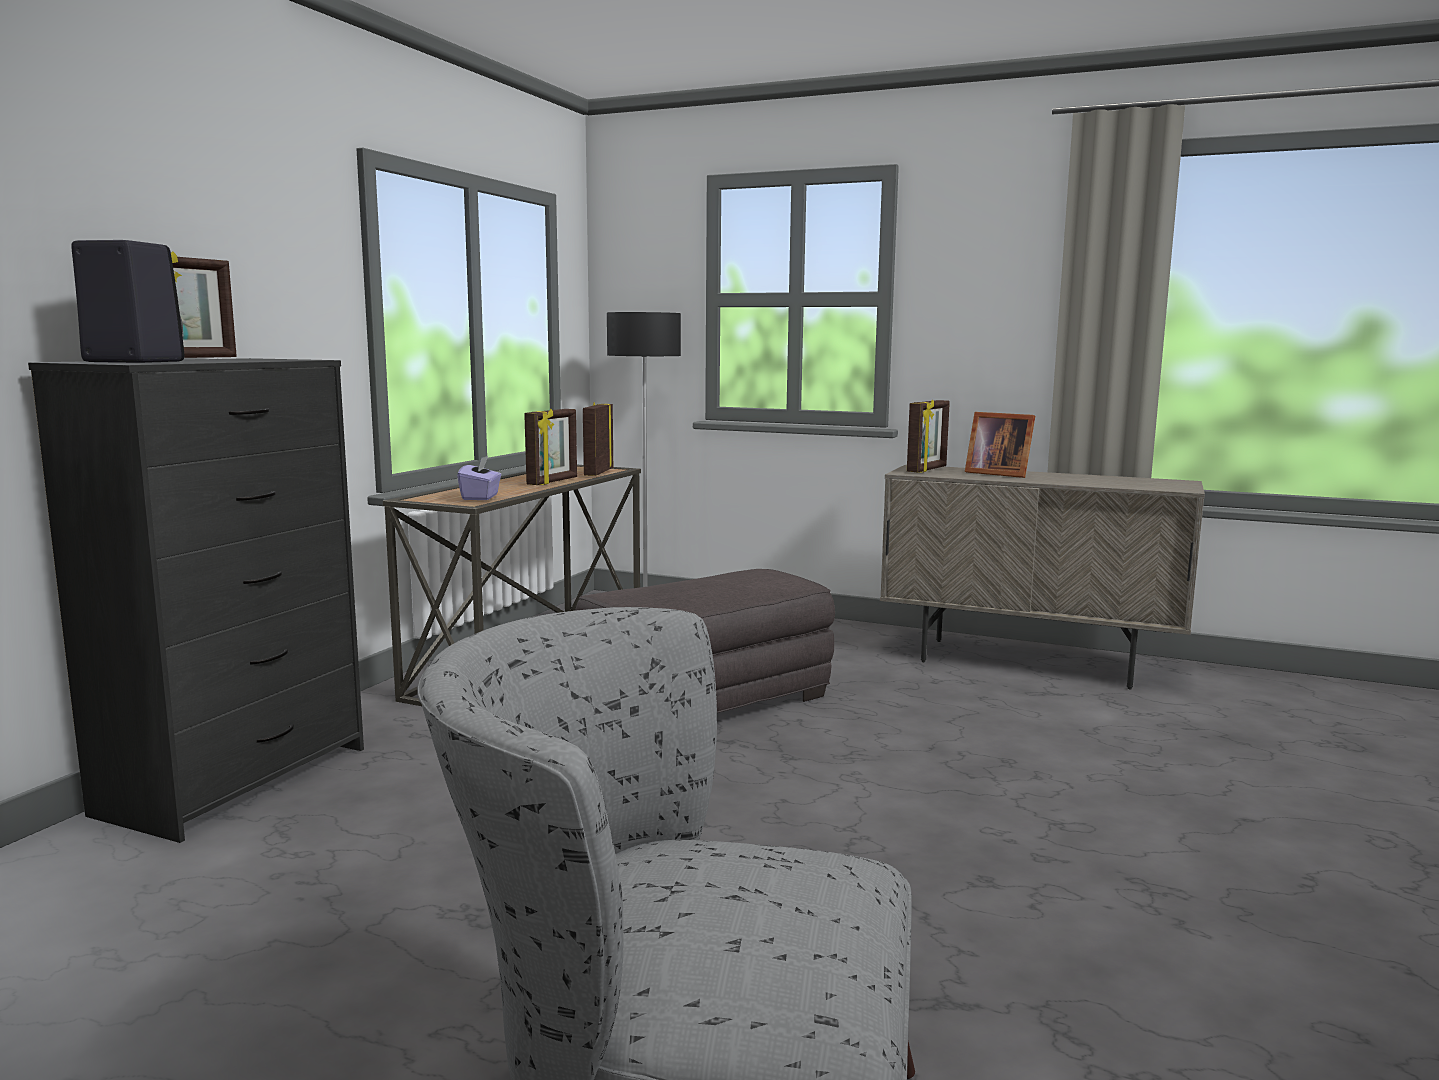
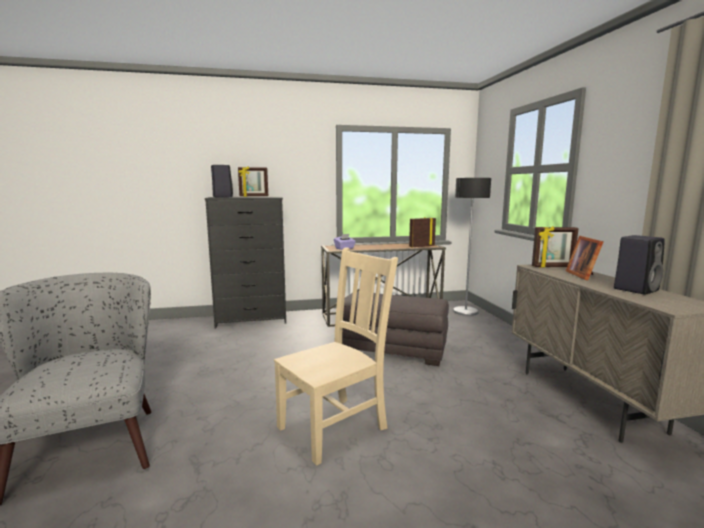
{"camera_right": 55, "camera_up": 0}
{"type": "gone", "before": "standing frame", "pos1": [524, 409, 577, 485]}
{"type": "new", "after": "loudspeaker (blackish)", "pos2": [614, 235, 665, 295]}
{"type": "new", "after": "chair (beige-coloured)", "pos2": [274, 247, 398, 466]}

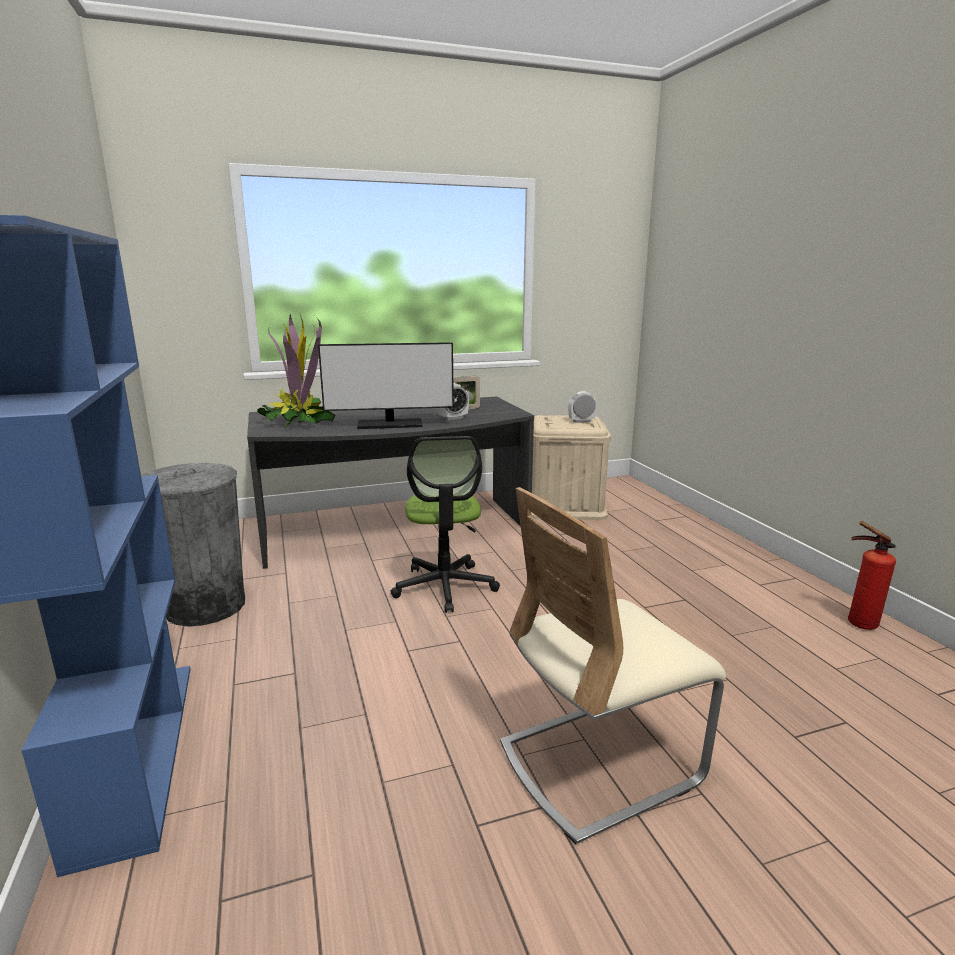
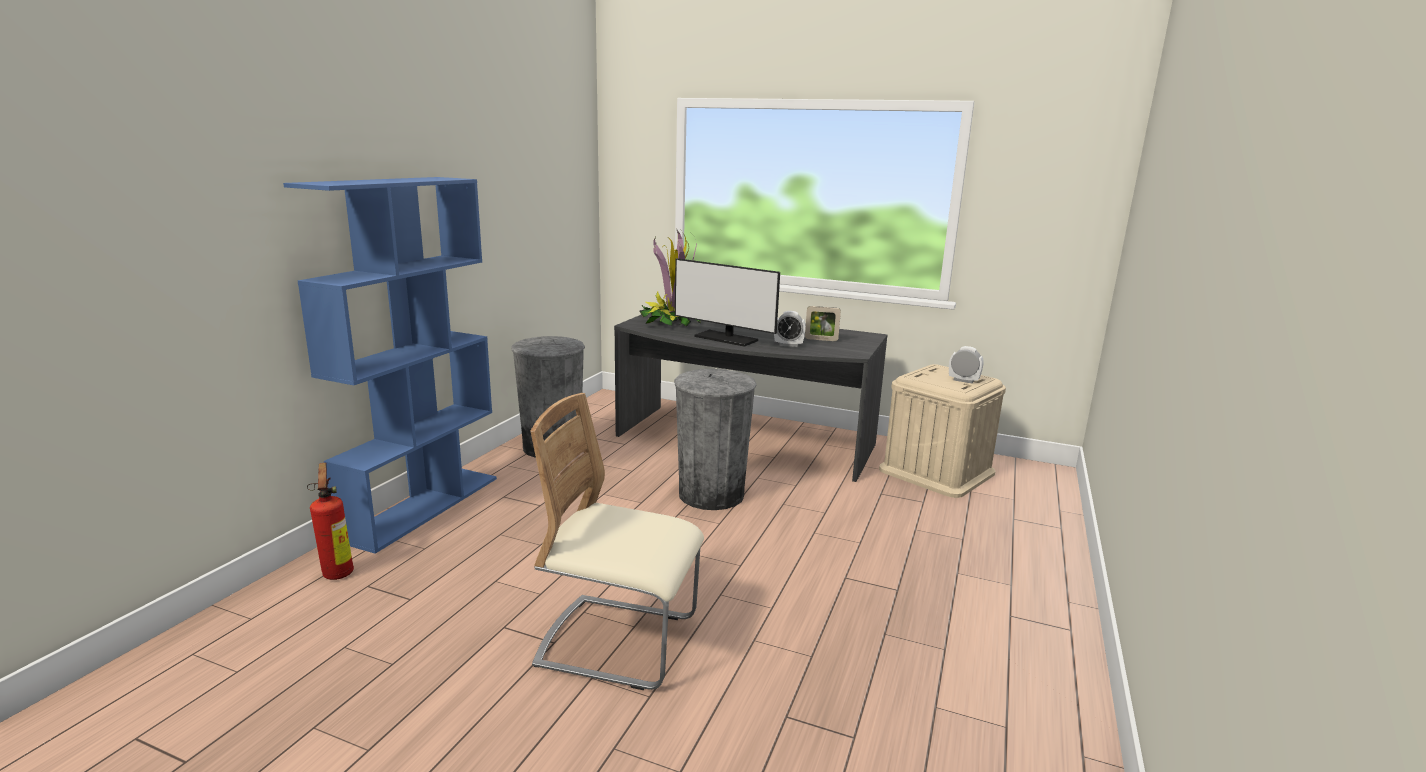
{"camera_right": 40, "camera_up": 0}
{"type": "swapped", "before": "computer chair", "after": "trash can (gray)", "pos1": [391, 436, 500, 613], "pos2": [674, 369, 757, 510]}
{"type": "shifted", "before": "extinguisher", "pos1": [848, 521, 896, 630], "pos2": [307, 462, 354, 580]}

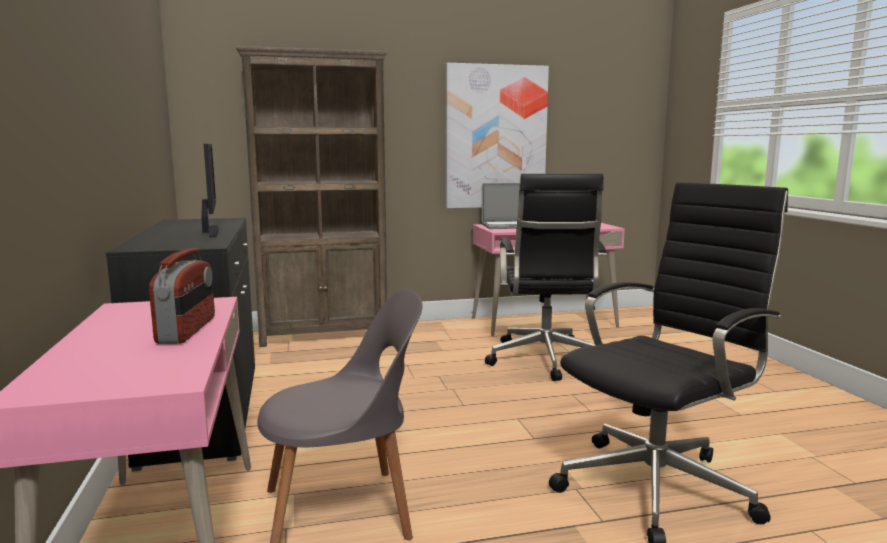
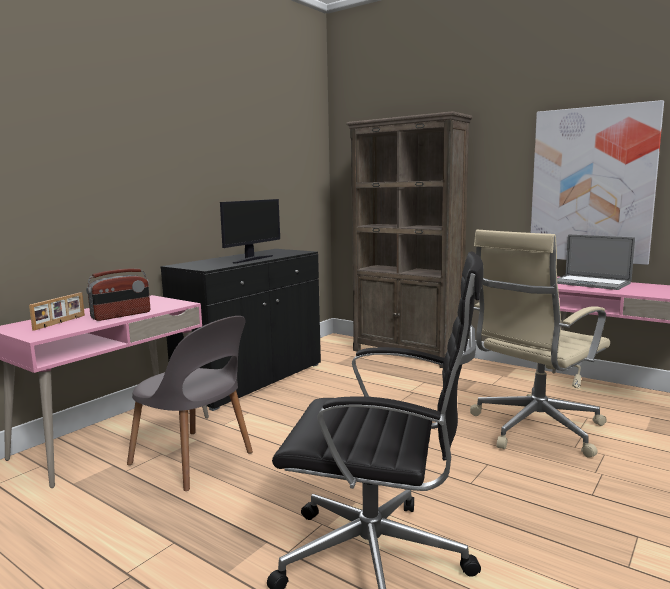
{"camera_right": 50, "camera_up": 0}
{"type": "repainted", "before": "computer chair (blackish)", "after": "computer chair (beige-coloured)", "pos1": [485, 174, 607, 381], "pos2": [470, 230, 610, 458]}
{"type": "new", "after": "standing frame", "pos2": [29, 292, 85, 331]}

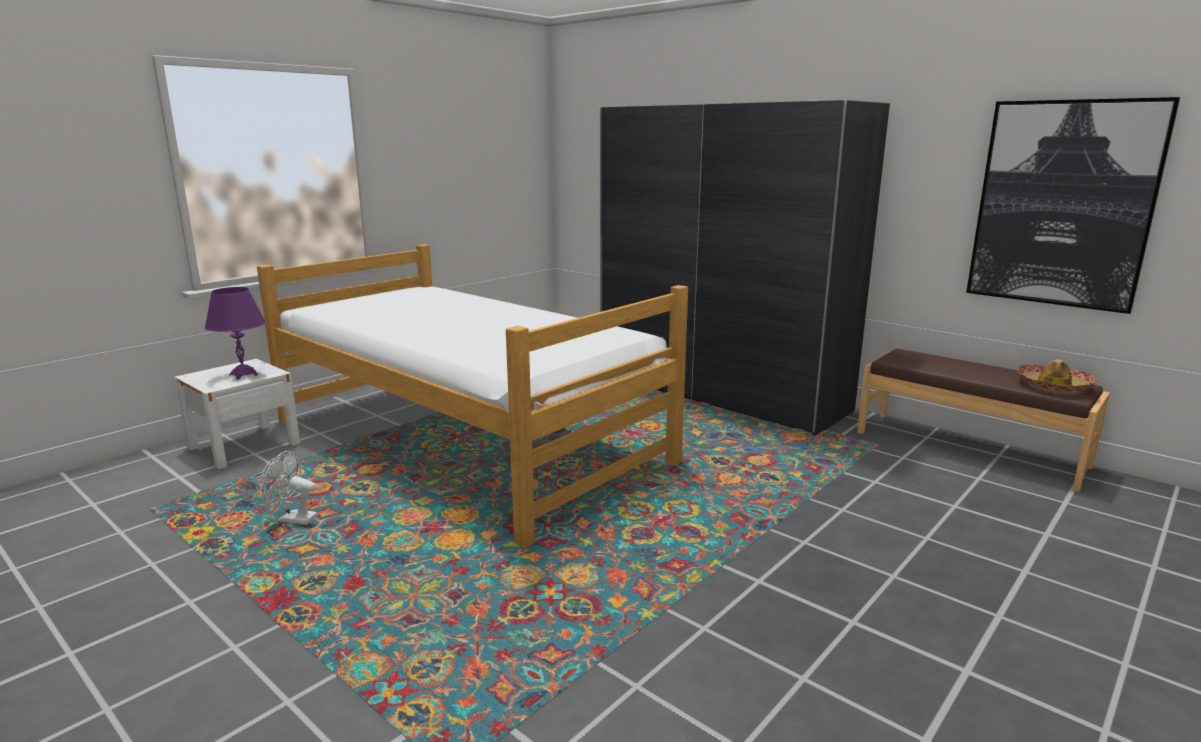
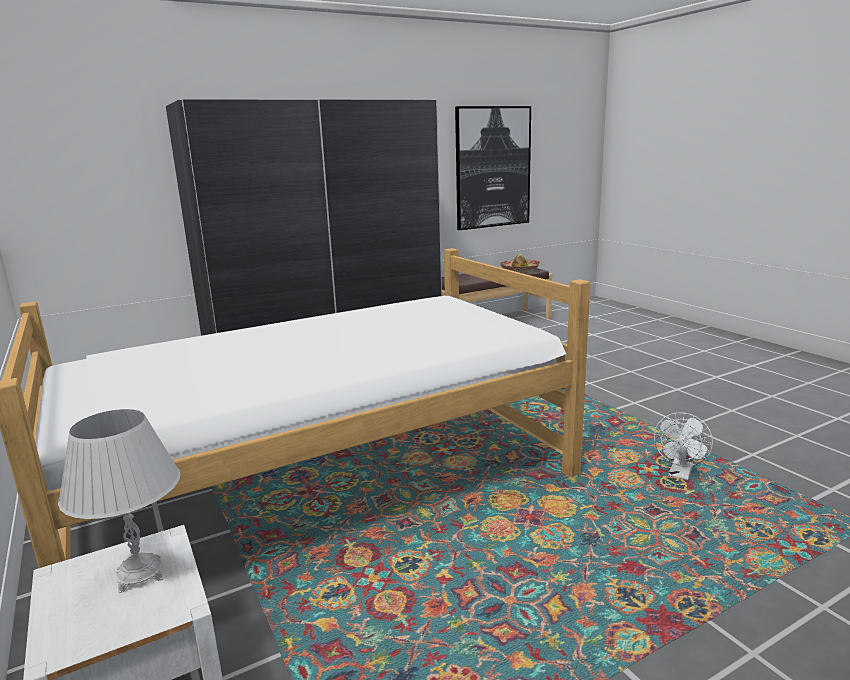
{"camera_right": -70, "camera_up": 0}
{"type": "repainted", "before": "tabletop lamp (purple-coloured)", "after": "tabletop lamp (white-coloured)", "pos1": [205, 287, 266, 380], "pos2": [58, 409, 180, 593]}
{"type": "shifted", "before": "electric fan (white-coloured)", "pos1": [260, 451, 318, 525], "pos2": [654, 412, 713, 480]}

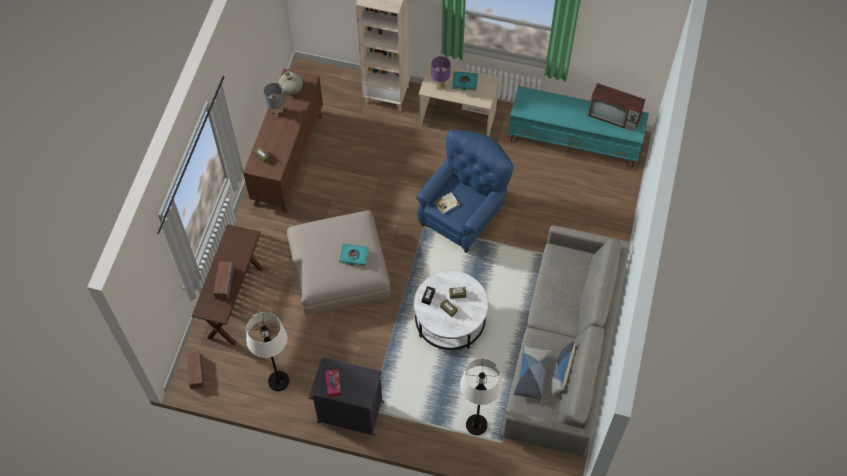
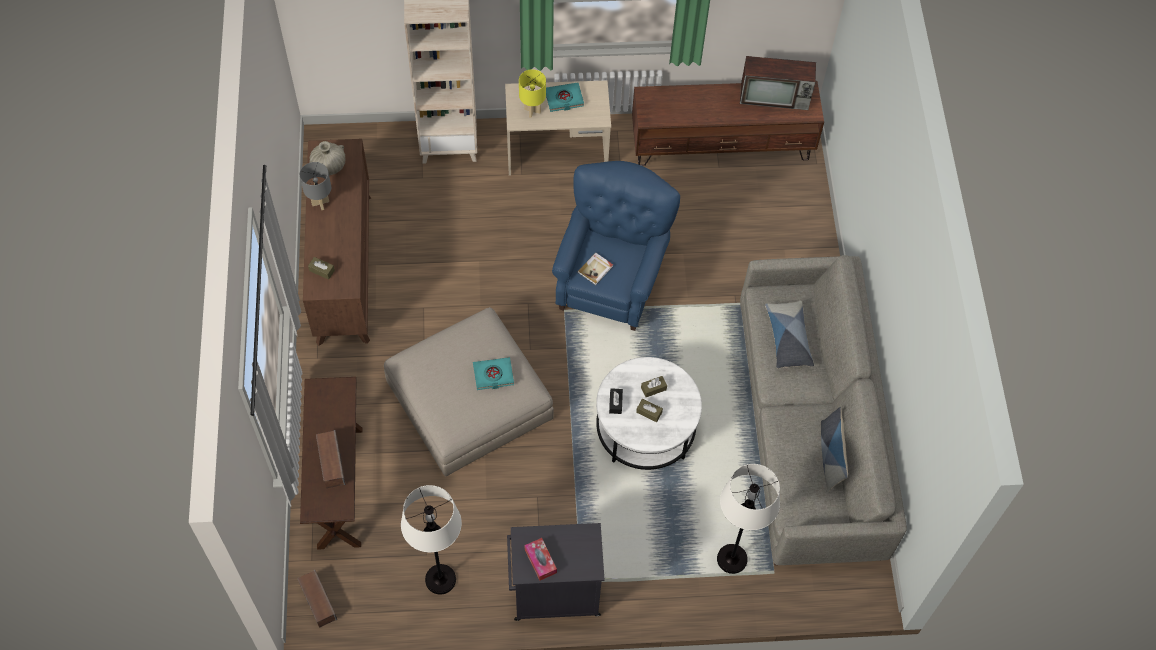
{"camera_right": -20, "camera_up": 0}
{"type": "repainted", "before": "tabletop lamp (purple-coloured)", "after": "tabletop lamp (yellow-coloured)", "pos1": [431, 56, 450, 89], "pos2": [519, 69, 546, 118]}
{"type": "repainted", "before": "media console (blue-green)", "after": "media console (brown-coloured)", "pos1": [508, 86, 649, 168], "pos2": [632, 81, 824, 166]}
{"type": "shifted", "before": "pillow", "pos1": [514, 345, 550, 401], "pos2": [765, 301, 814, 368]}

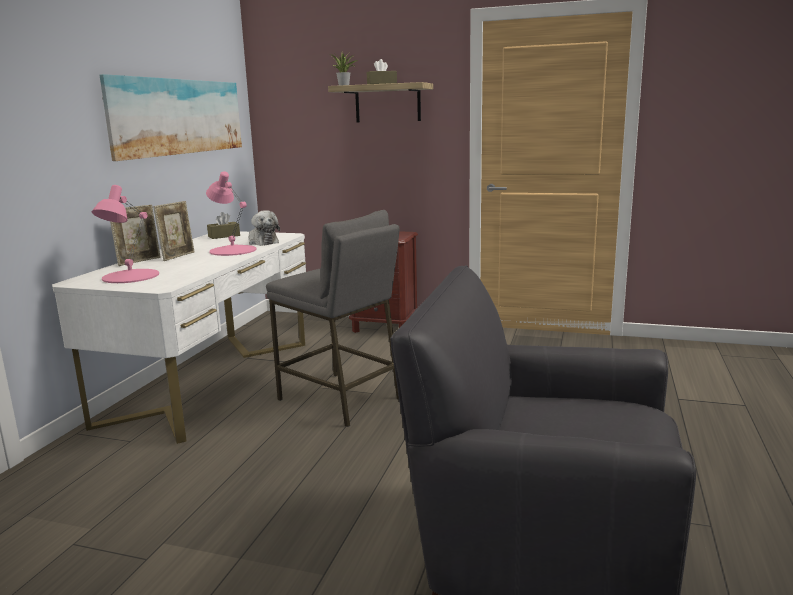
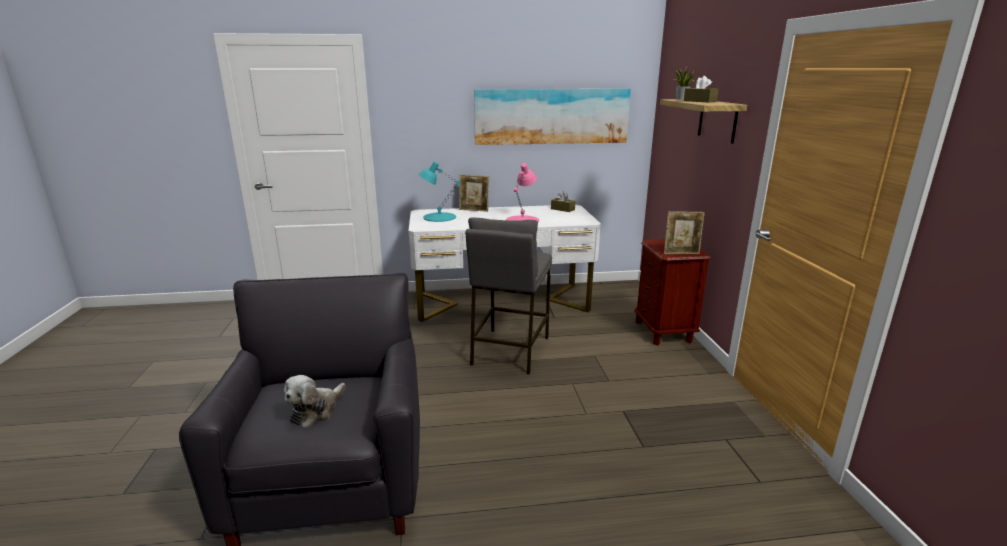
{"camera_right": 65, "camera_up": 5}
{"type": "repainted", "before": "tabletop lamp (pink)", "after": "tabletop lamp (blue-green)", "pos1": [92, 185, 159, 283], "pos2": [418, 161, 460, 222]}
{"type": "shifted", "before": "standing frame", "pos1": [153, 201, 195, 261], "pos2": [664, 211, 705, 254]}
{"type": "shifted", "before": "plush toy", "pos1": [248, 210, 280, 246], "pos2": [284, 375, 346, 428]}

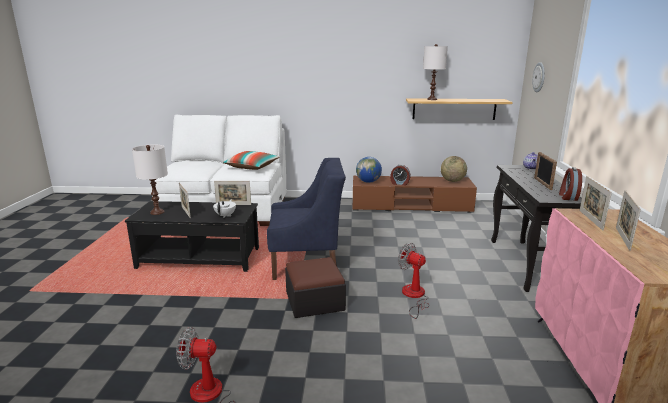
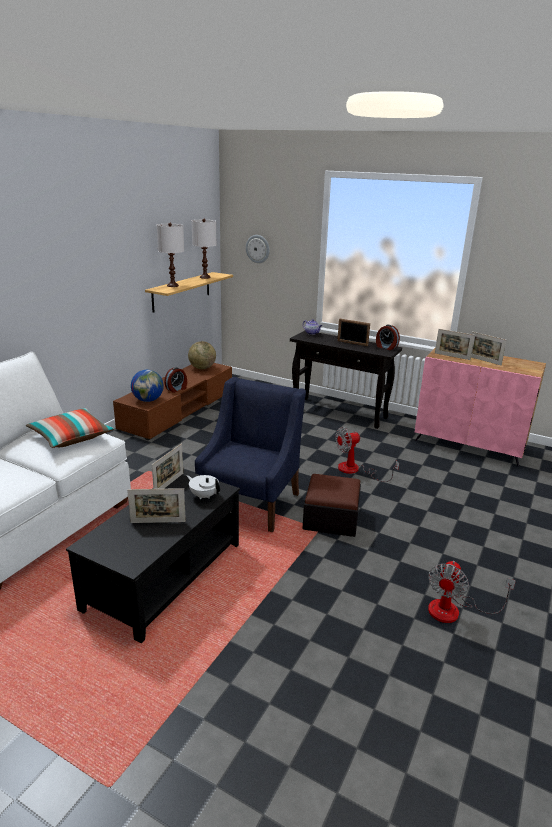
{"camera_right": -65, "camera_up": 5}
{"type": "shifted", "before": "tabletop lamp (white-coloured)", "pos1": [132, 144, 168, 215], "pos2": [192, 219, 216, 279]}

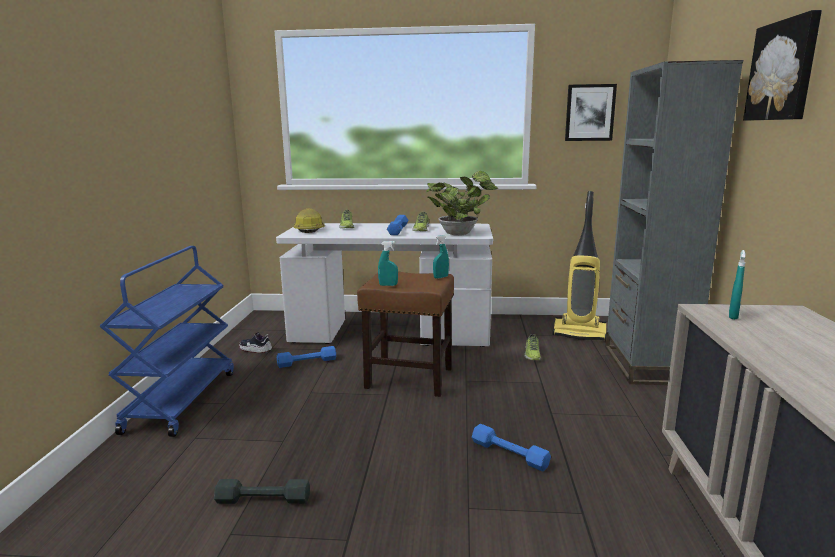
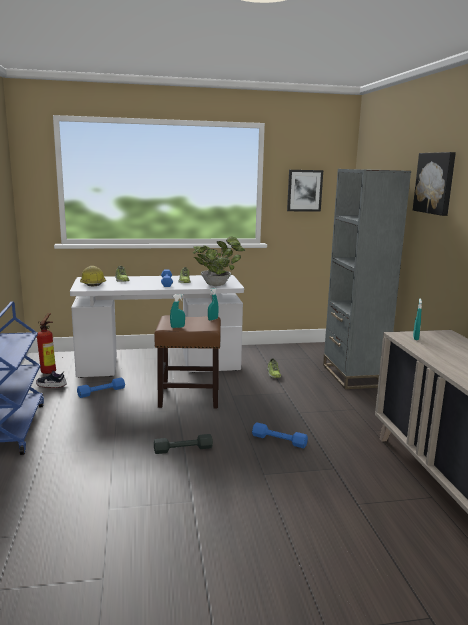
{"camera_right": -15, "camera_up": 0}
{"type": "gone", "before": "vacuum cleaner", "pos1": [552, 191, 607, 341]}
{"type": "shifted", "before": "dumbbell (gray)", "pos1": [214, 479, 310, 504], "pos2": [154, 434, 213, 454]}
{"type": "new", "after": "extinguisher", "pos2": [37, 313, 56, 374]}

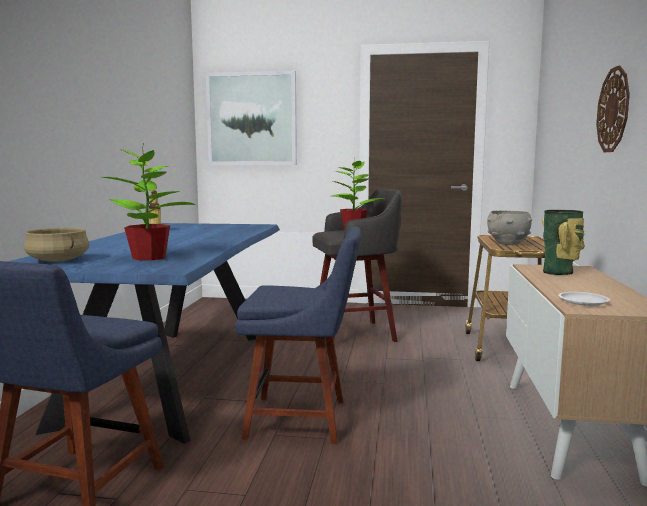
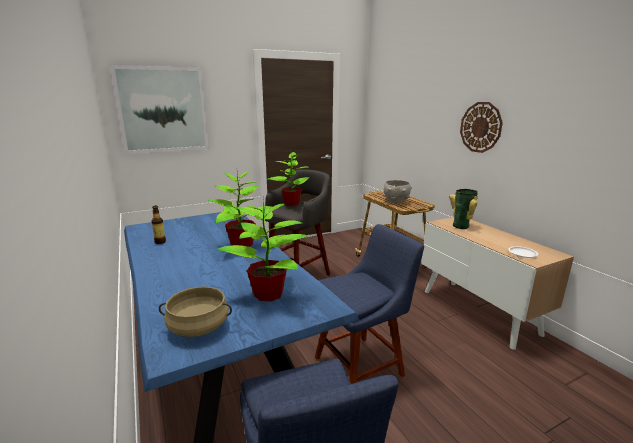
{"camera_right": -35, "camera_up": 10}
{"type": "new", "after": "houseplant", "pos2": [208, 171, 272, 247]}

